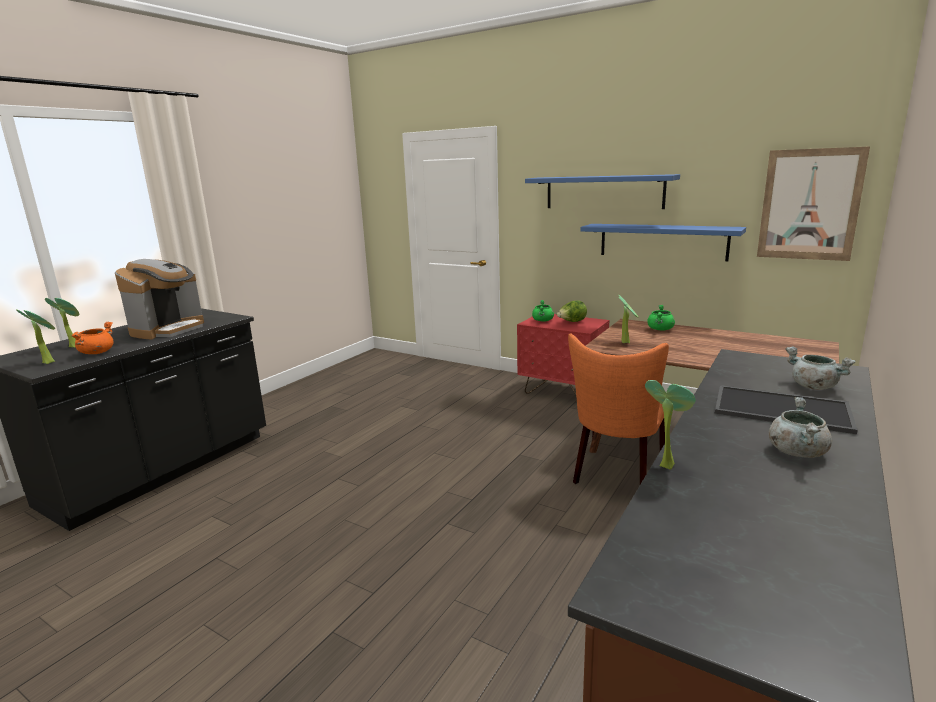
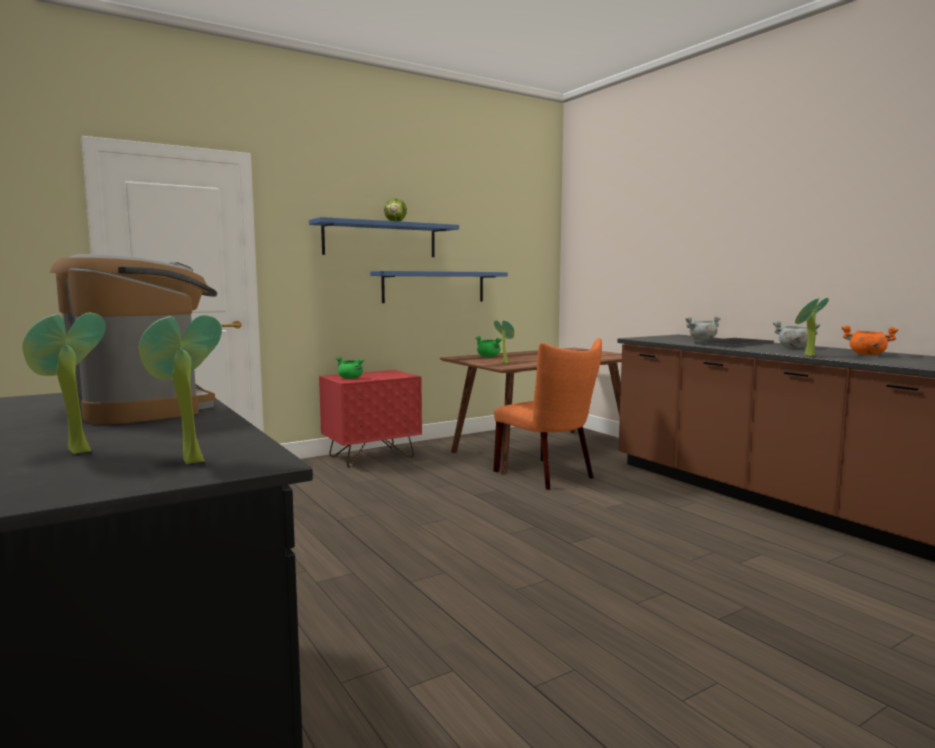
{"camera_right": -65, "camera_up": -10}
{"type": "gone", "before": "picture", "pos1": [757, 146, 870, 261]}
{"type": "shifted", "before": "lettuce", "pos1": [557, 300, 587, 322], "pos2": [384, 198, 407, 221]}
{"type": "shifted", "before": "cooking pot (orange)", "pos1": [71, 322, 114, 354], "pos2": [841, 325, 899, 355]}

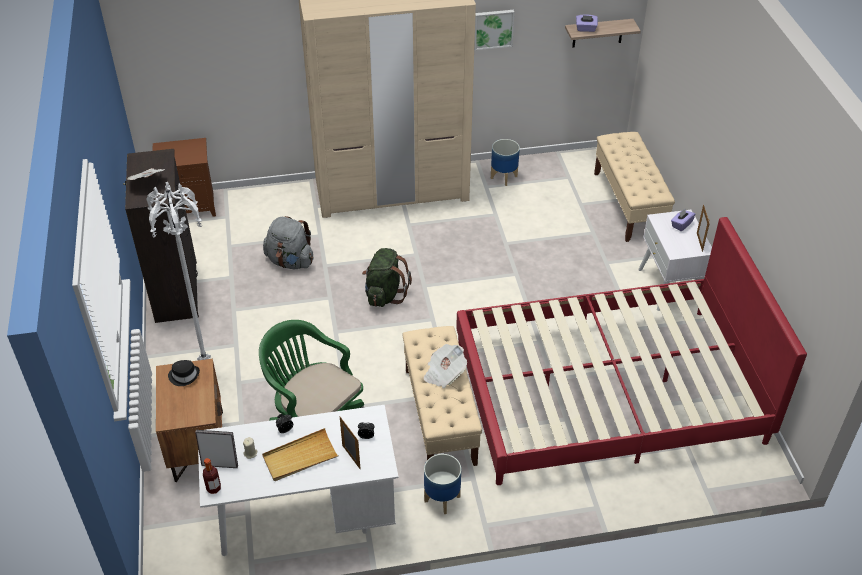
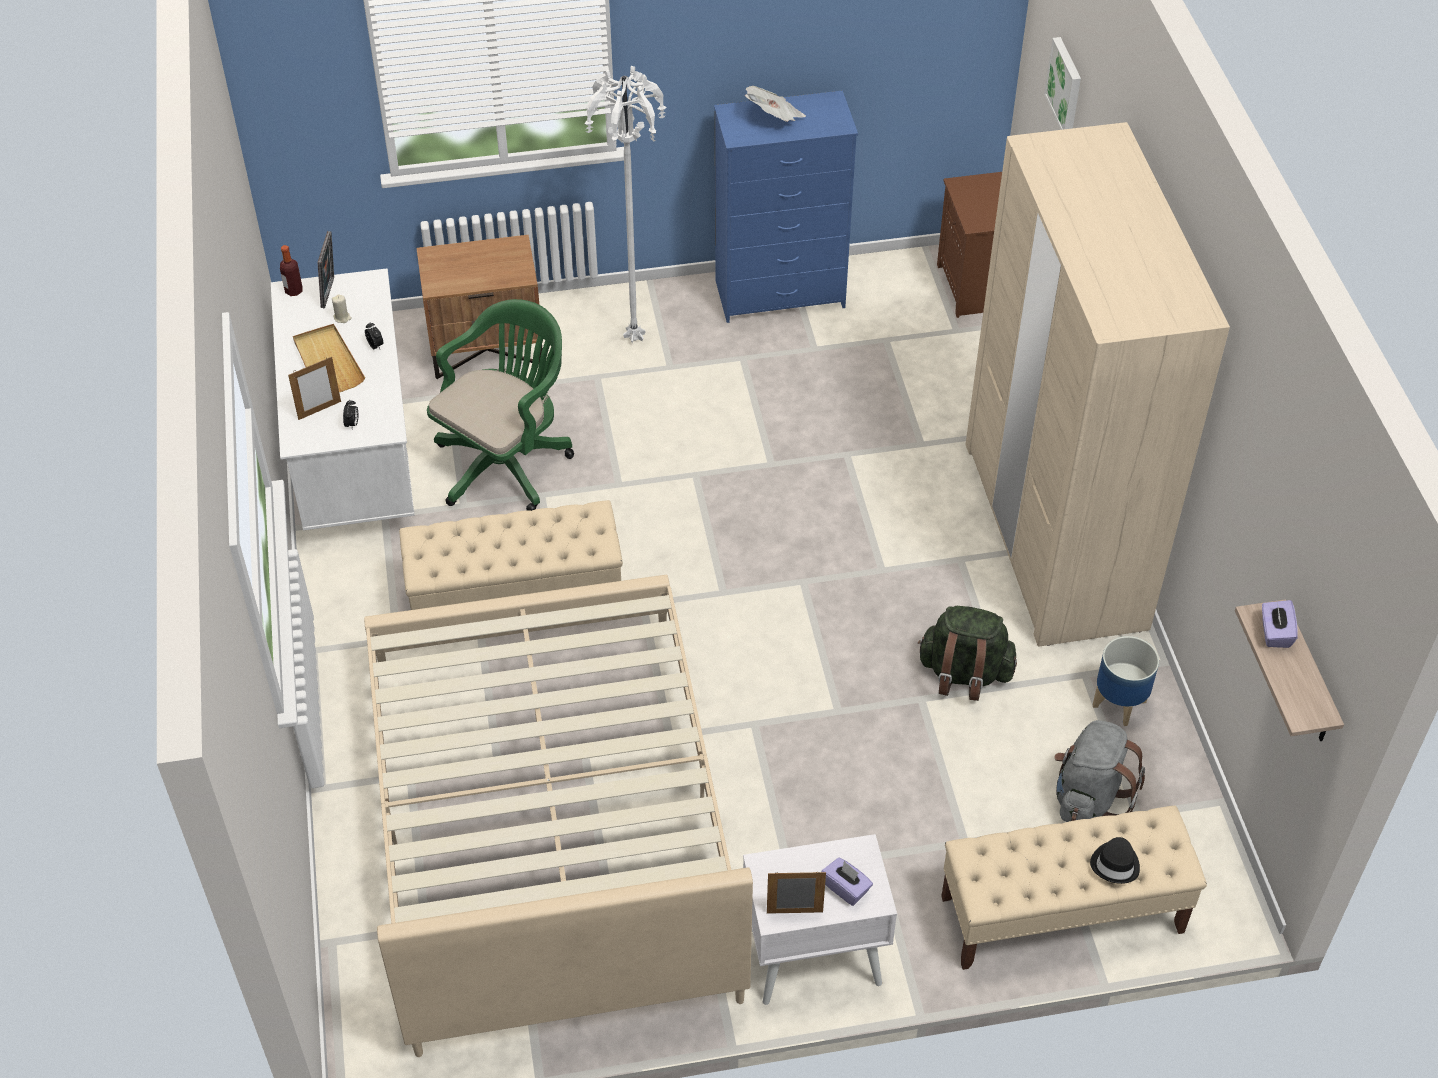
{"camera_right": 90, "camera_up": 5}
{"type": "shifted", "before": "picture", "pos1": [474, 10, 515, 50], "pos2": [1044, 37, 1081, 130]}
{"type": "repainted", "before": "chest of drawers (blackish)", "after": "chest of drawers (bluish)", "pos1": [123, 149, 199, 323], "pos2": [714, 90, 858, 323]}
{"type": "shifted", "before": "knapsack (gray)", "pos1": [263, 216, 313, 269], "pos2": [1054, 720, 1145, 822]}
{"type": "repainted", "before": "bed (red)", "after": "bed (beige-coloured)", "pos1": [456, 217, 807, 485], "pos2": [364, 575, 753, 1057]}
{"type": "shifted", "before": "knapsack (green)", "pos1": [362, 248, 412, 307], "pos2": [918, 606, 1017, 701]}
{"type": "gone", "before": "newspaper", "pos1": [423, 344, 467, 388]}
{"type": "shifted", "before": "wearable hat (blackish)", "pos1": [168, 360, 200, 386], "pos2": [1090, 837, 1140, 884]}
{"type": "gone", "before": "flower pot", "pos1": [424, 454, 461, 514]}

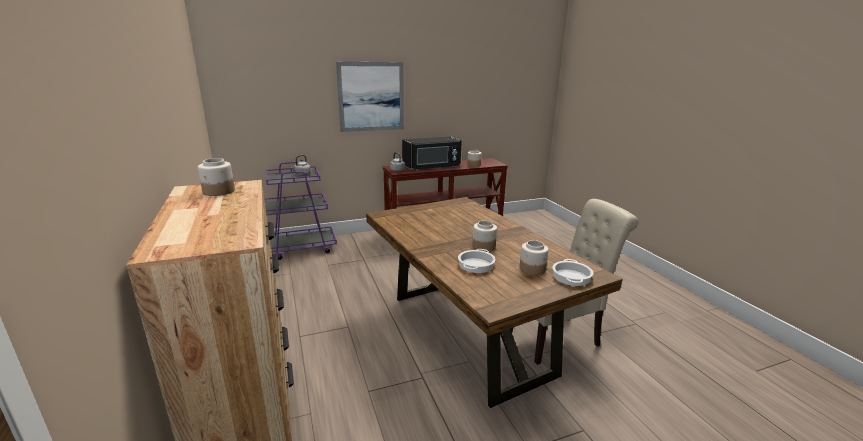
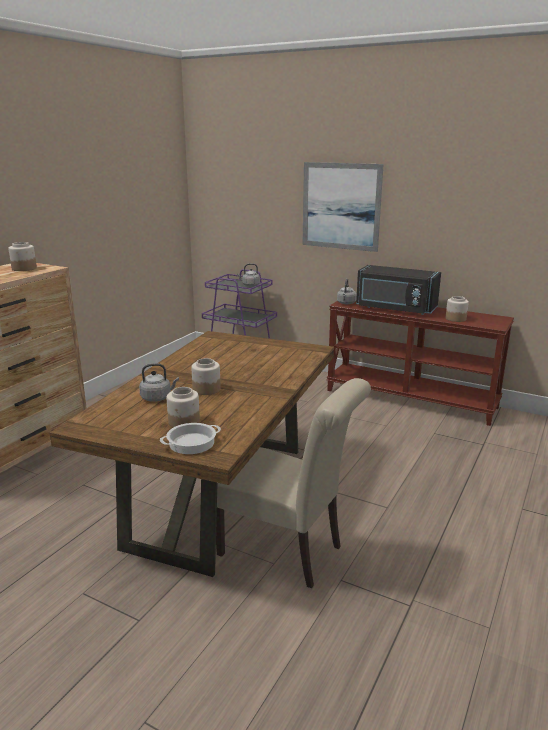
{"camera_right": 50, "camera_up": 0}
{"type": "swapped", "before": "cooking pot", "after": "water kettle (gray)", "pos1": [458, 249, 495, 273], "pos2": [139, 363, 179, 402]}

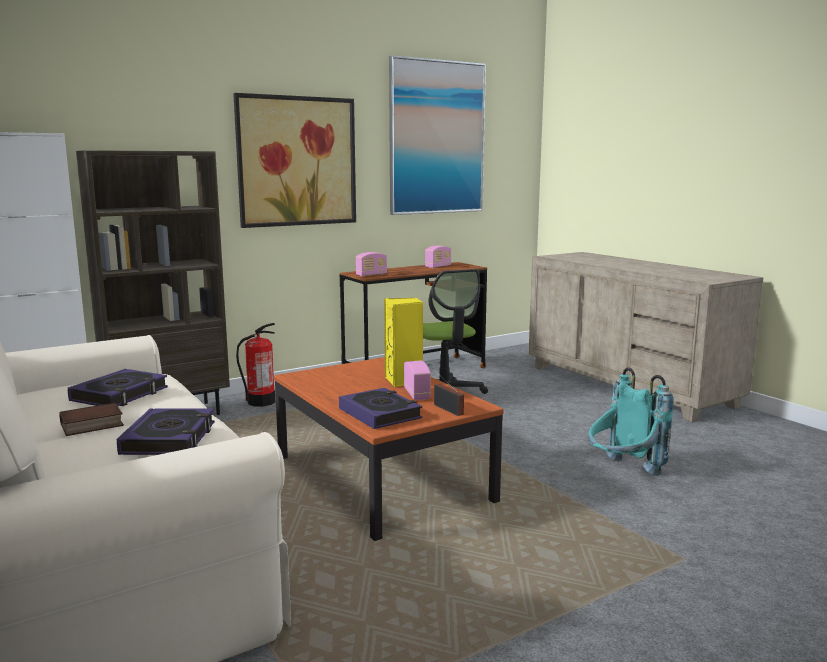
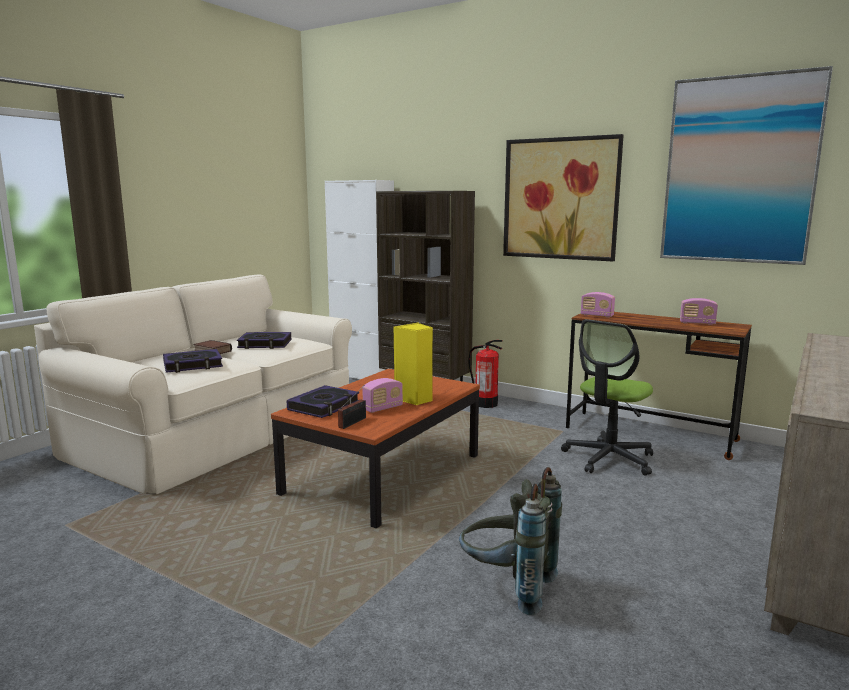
{"camera_right": 65, "camera_up": 0}
{"type": "repainted", "before": "knapsack (blue-green)", "after": "knapsack (gray)", "pos1": [588, 367, 674, 476], "pos2": [459, 467, 562, 615]}

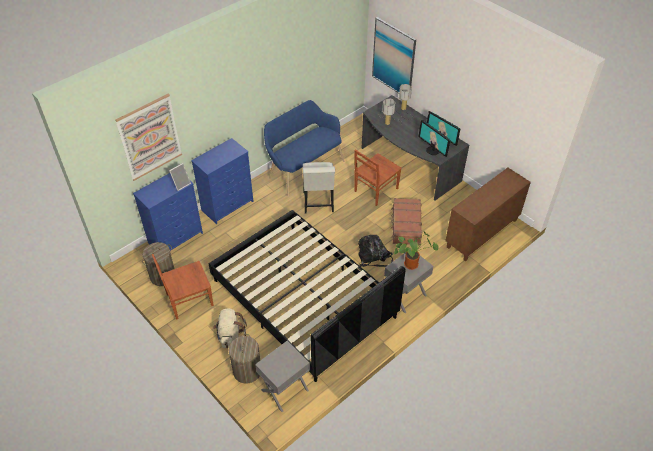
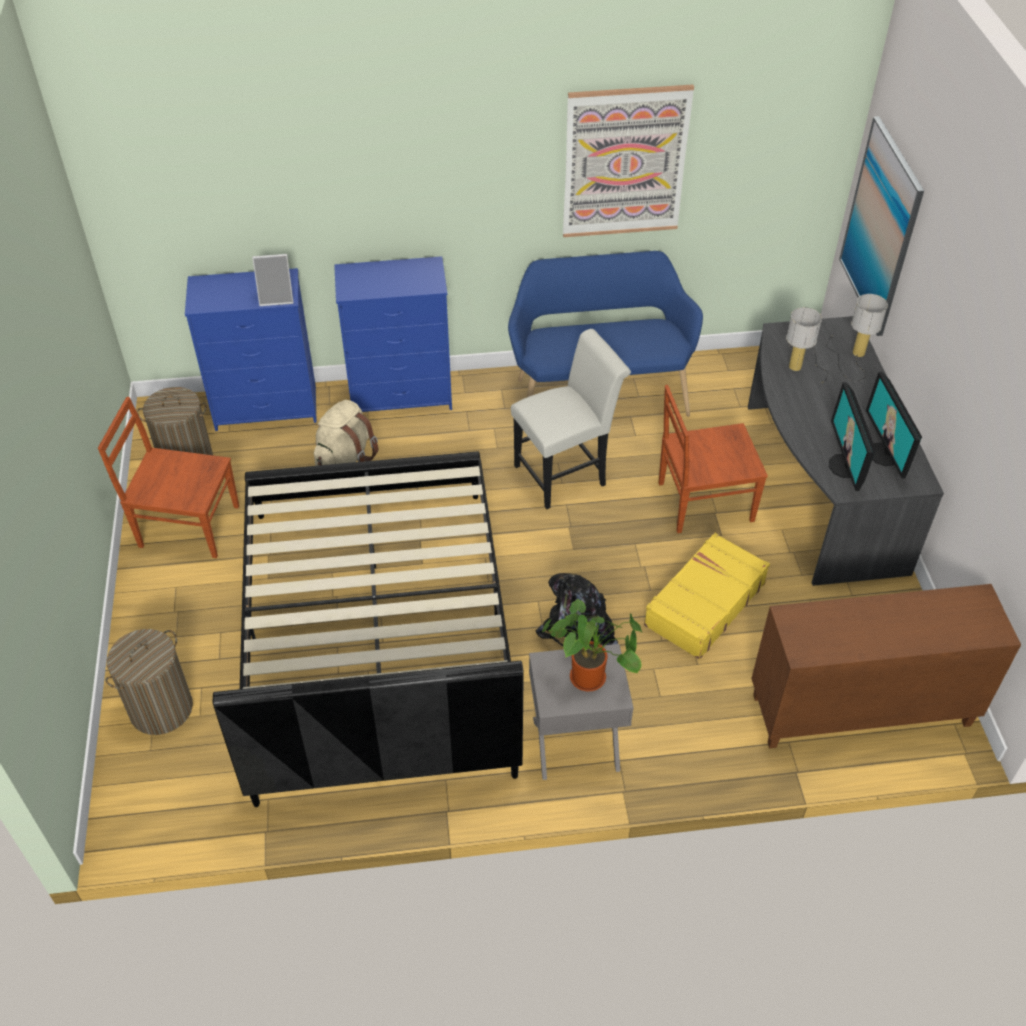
{"camera_right": 35, "camera_up": 0}
{"type": "shifted", "before": "picture", "pos1": [115, 93, 182, 181], "pos2": [563, 84, 694, 237]}
{"type": "rotated", "before": "chair (white-coloured)", "pos1": [303, 162, 335, 213], "pos2": [511, 329, 631, 509], "turn": -150}
{"type": "repainted", "before": "travel case (brown-coloured)", "after": "travel case (yellow-coloured)", "pos1": [391, 198, 422, 245], "pos2": [644, 532, 770, 659]}
{"type": "shifted", "before": "knapsack (beige-coloured)", "pos1": [213, 308, 247, 348], "pos2": [314, 400, 379, 466]}
{"type": "gone", "before": "bedside table (gray)", "pos1": [255, 341, 310, 412]}

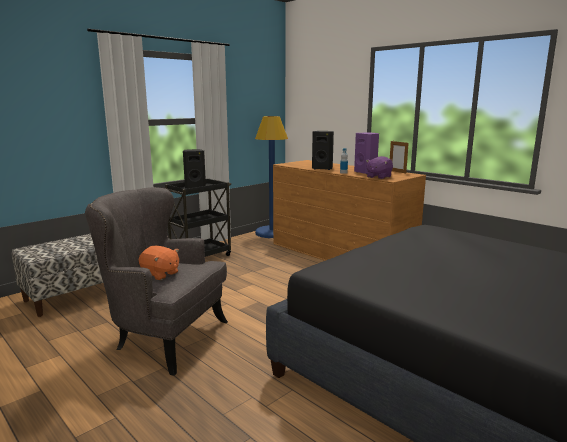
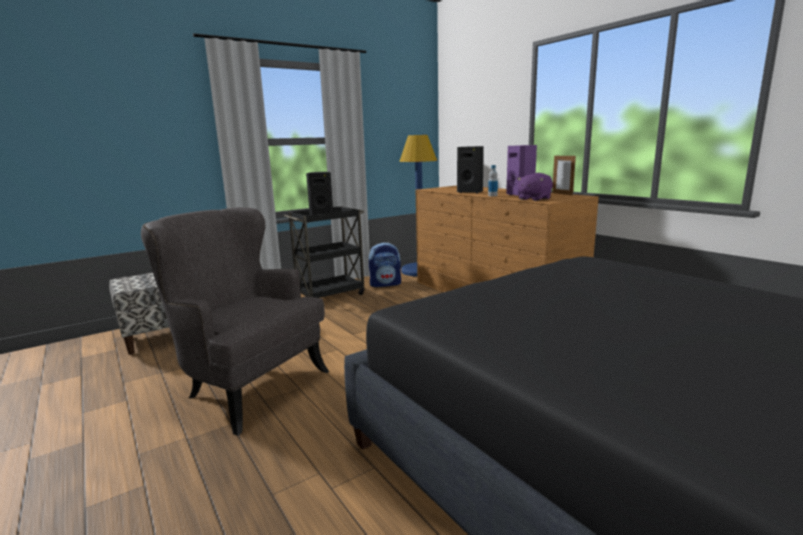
{"camera_right": 10, "camera_up": 0}
{"type": "gone", "before": "plush toy (orange)", "pos1": [139, 246, 179, 280]}
{"type": "new", "after": "knapsack", "pos2": [369, 242, 401, 287]}

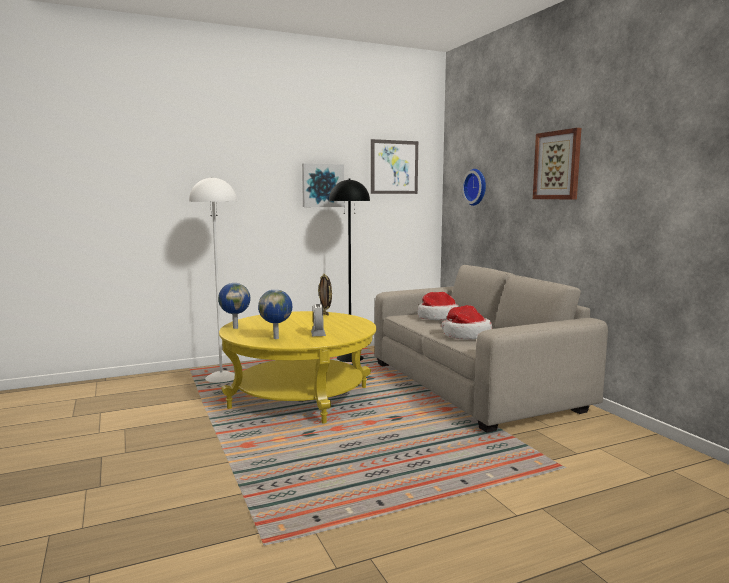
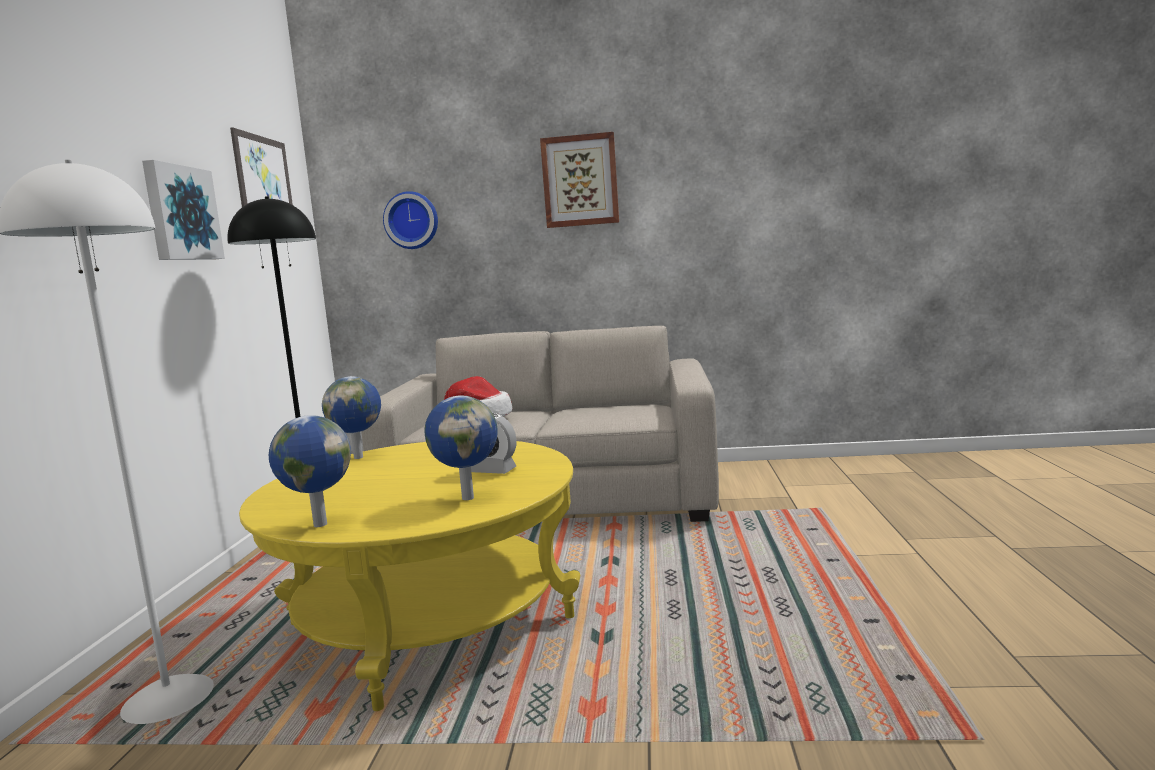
{"camera_right": -60, "camera_up": 0}
{"type": "swapped", "before": "standing frame", "after": "desk globe", "pos1": [318, 274, 332, 316], "pos2": [322, 376, 381, 459]}
{"type": "gone", "before": "wearable hat", "pos1": [441, 305, 492, 339]}

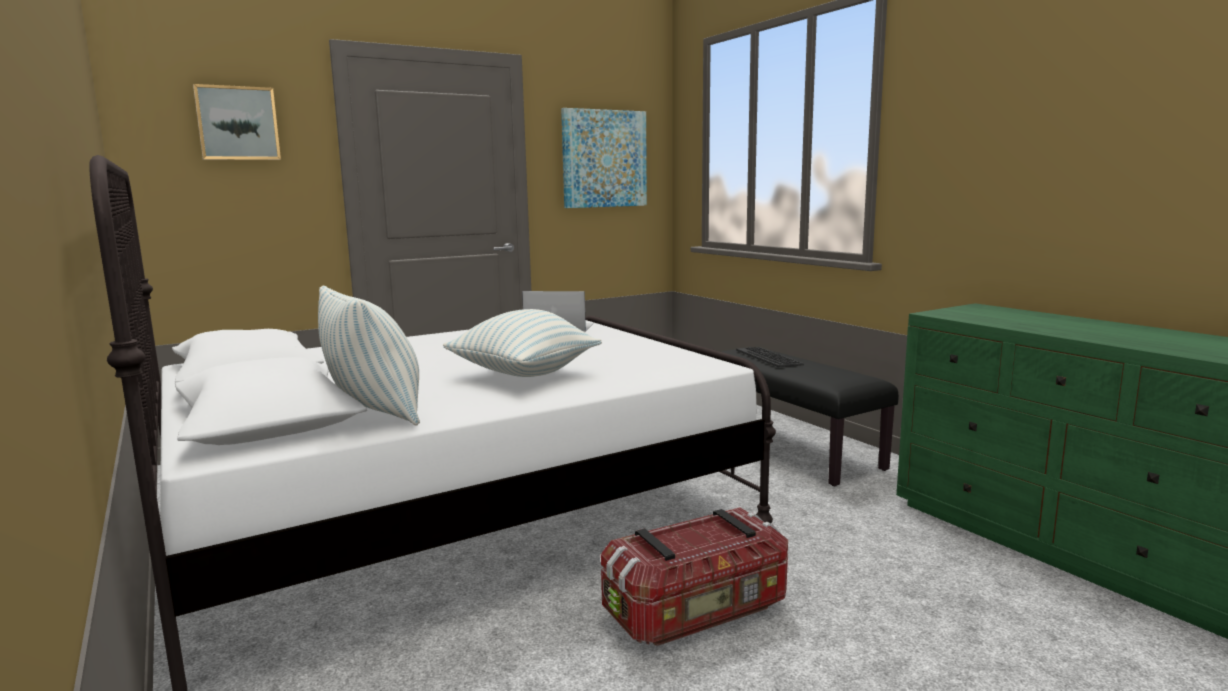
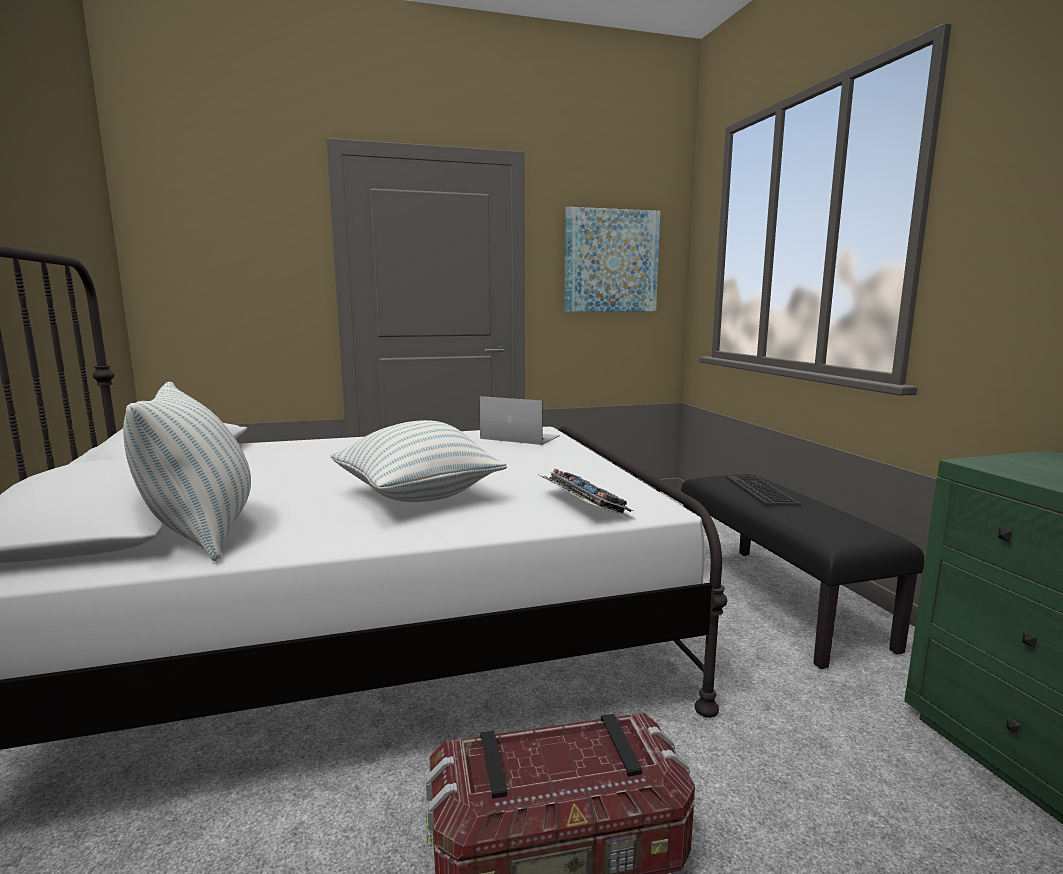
{"camera_right": 15, "camera_up": 0}
{"type": "gone", "before": "picture", "pos1": [193, 84, 281, 160]}
{"type": "new", "after": "keyboard", "pos2": [539, 469, 633, 518]}

